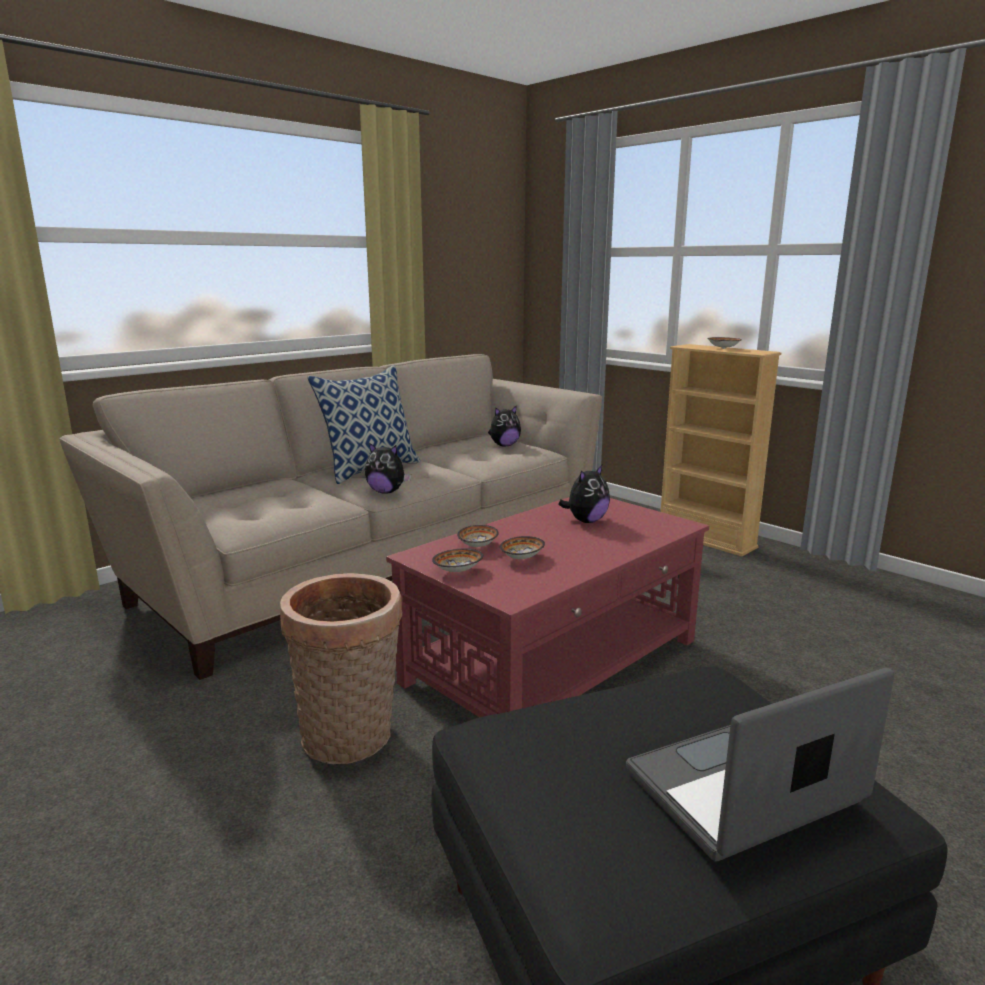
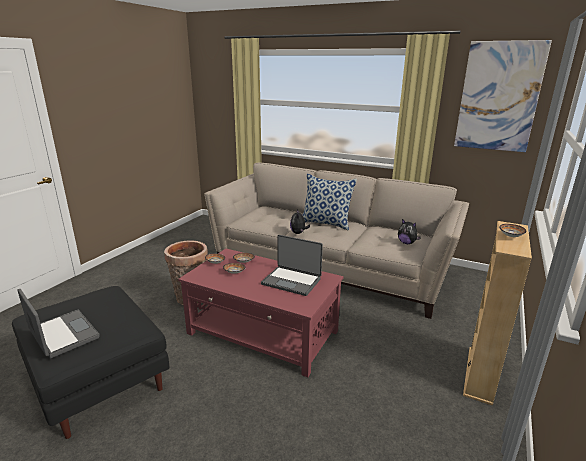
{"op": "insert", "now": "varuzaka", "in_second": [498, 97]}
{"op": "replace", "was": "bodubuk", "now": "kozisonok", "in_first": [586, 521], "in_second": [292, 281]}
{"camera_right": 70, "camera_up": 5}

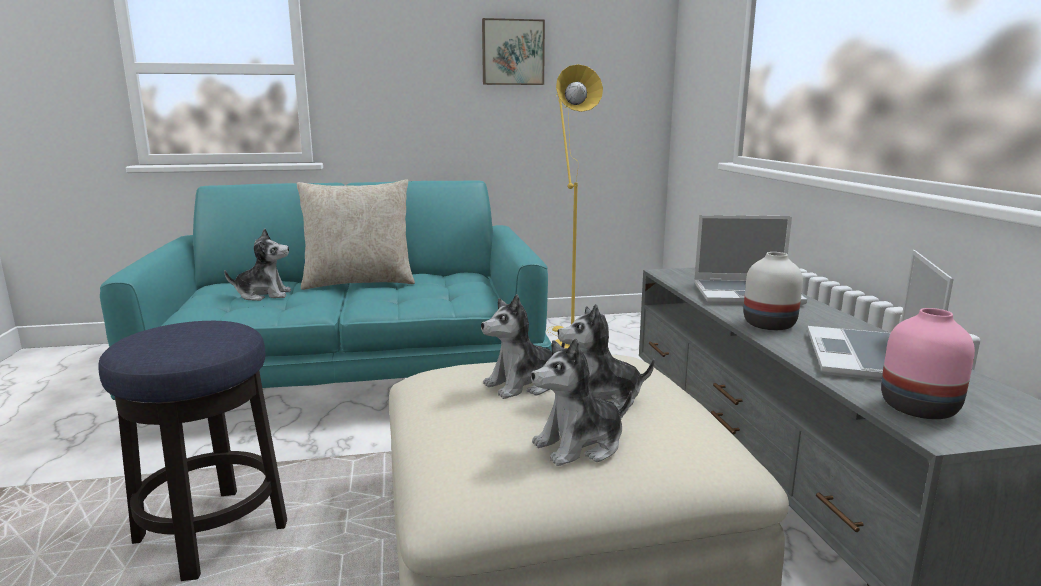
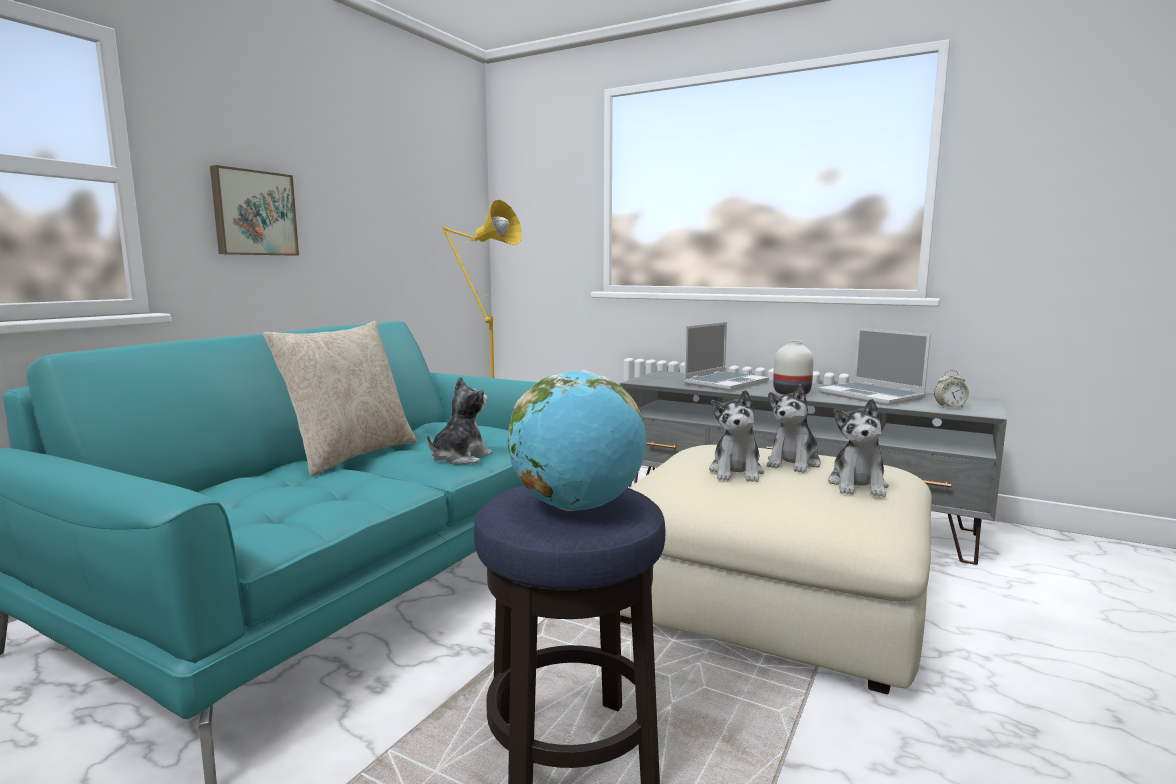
{"op": "insert", "now": "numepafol", "in_second": [577, 507]}
{"op": "move", "was": "bodubuk", "in_first": [263, 295], "in_second": [459, 458]}
{"op": "move", "was": "varuzaka", "in_first": [512, 52], "in_second": [253, 213]}
{"op": "replace", "was": "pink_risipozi", "now": "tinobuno", "in_first": [920, 408], "in_second": [949, 407]}
{"camera_right": -50, "camera_up": -5}

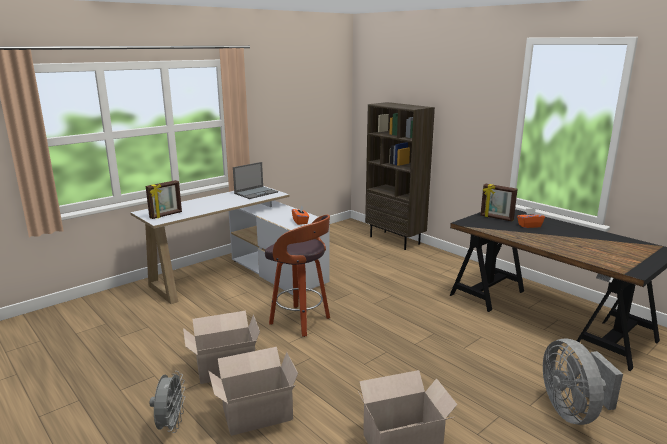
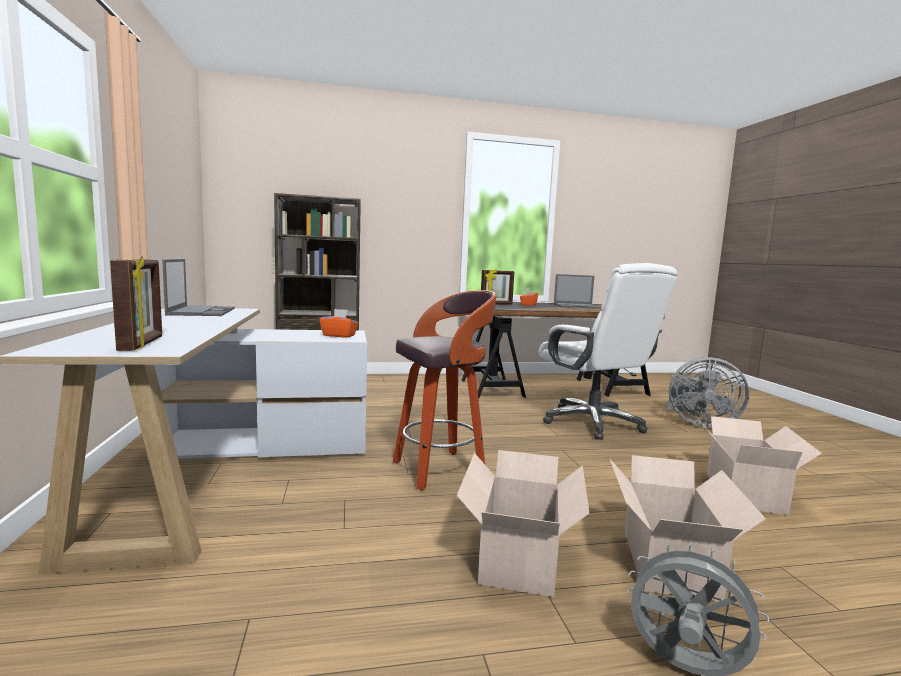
{"op": "insert", "now": "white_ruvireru", "in_second": [593, 423]}
{"op": "insert", "now": "kozisonok", "in_second": [577, 306]}
{"camera_right": -60, "camera_up": -10}

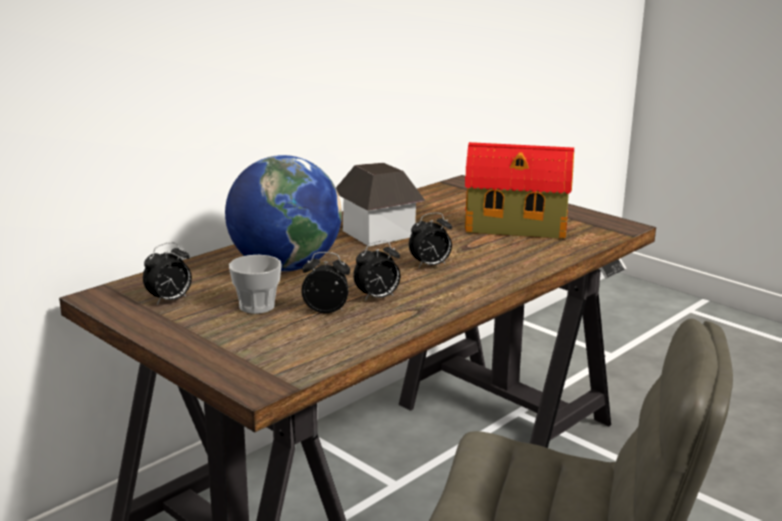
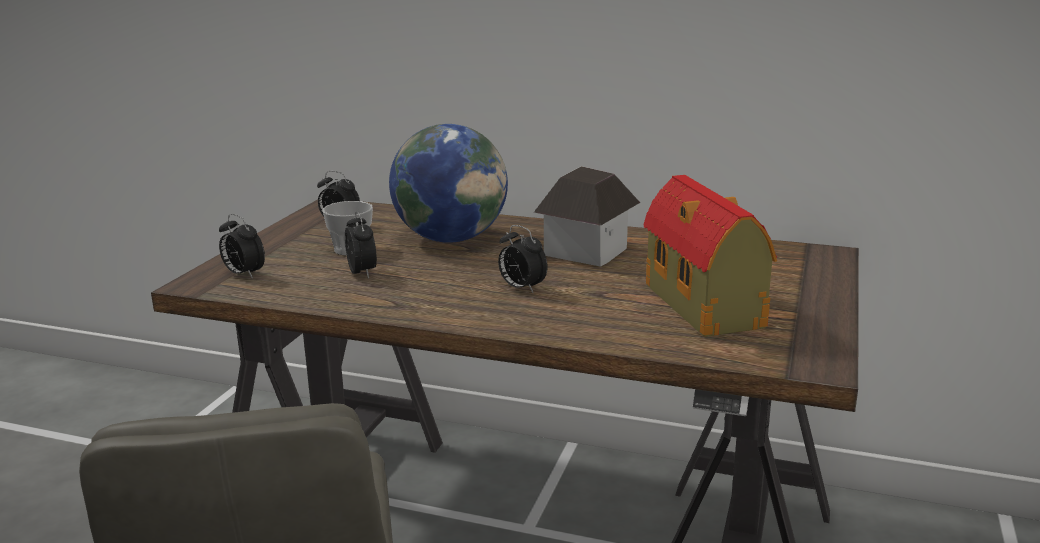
{"op": "move", "was": "tinobuno", "in_first": [377, 298], "in_second": [243, 274]}
{"camera_right": 65, "camera_up": 0}

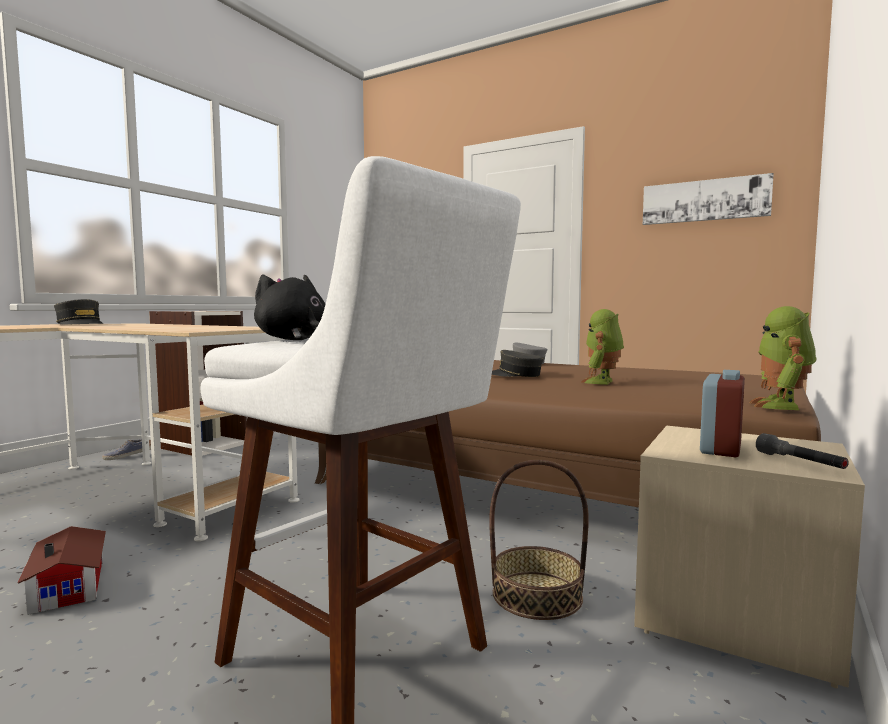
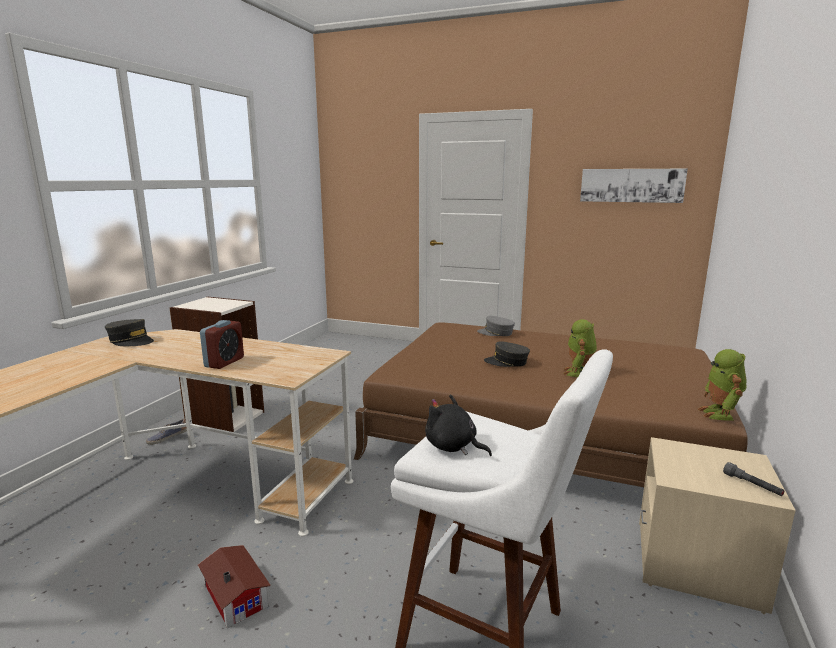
{"op": "delete", "was": "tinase", "in_first": [537, 595]}
{"op": "move", "was": "tinobuno", "in_first": [721, 448], "in_second": [224, 362]}
{"camera_right": -10, "camera_up": 10}

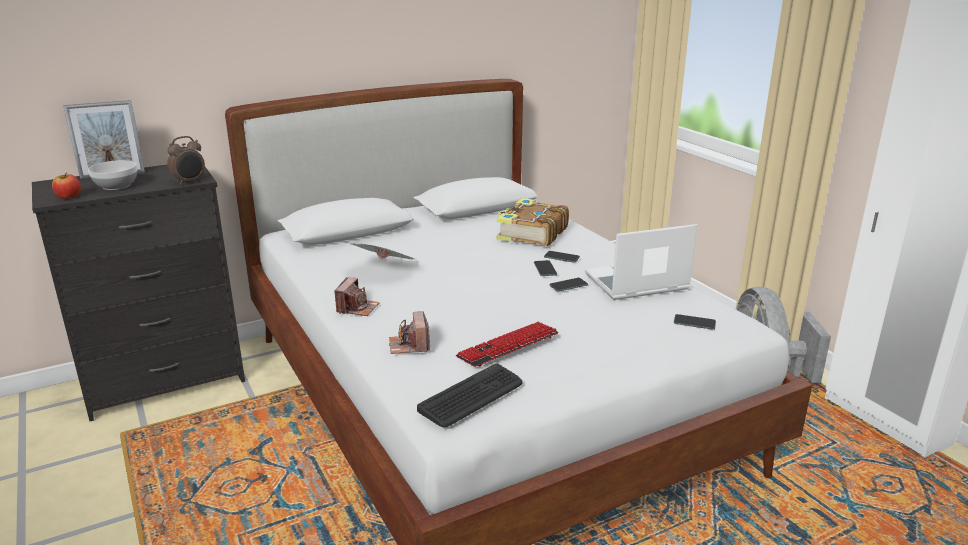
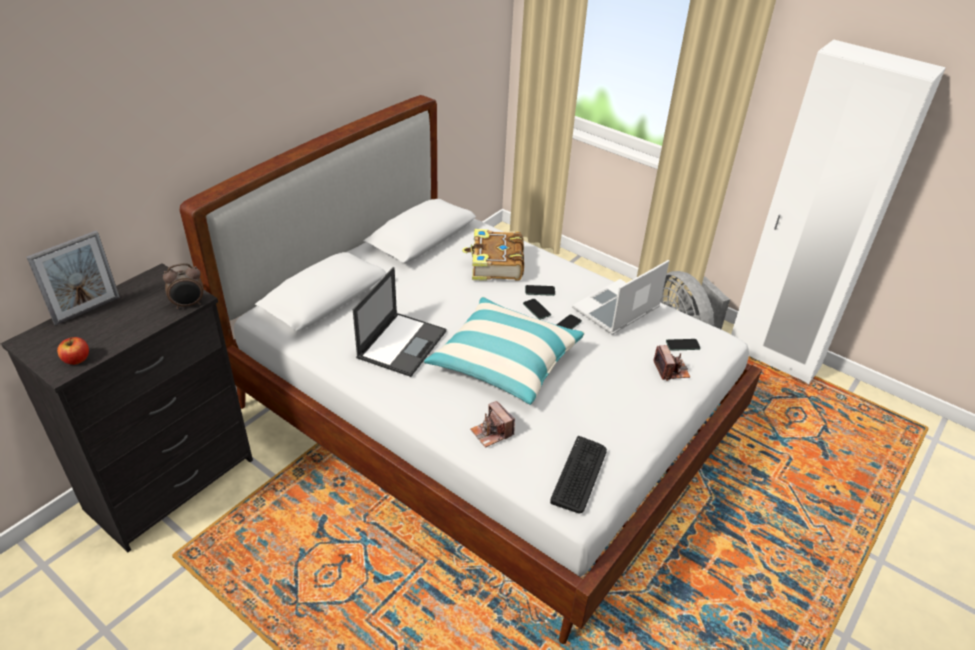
{"op": "delete", "was": "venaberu", "in_first": [117, 186]}
{"op": "delete", "was": "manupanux", "in_first": [508, 346]}
{"op": "insert", "now": "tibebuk", "in_second": [505, 361]}
{"op": "move", "was": "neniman", "in_first": [357, 308], "in_second": [671, 370]}
{"op": "replace", "was": "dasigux", "now": "kozisonok", "in_first": [386, 270], "in_second": [402, 343]}
{"op": "rotate", "was": "tinobuno", "in_first": [189, 182], "in_second": [189, 304], "clockwise": 45}
{"camera_right": -25, "camera_up": 15}

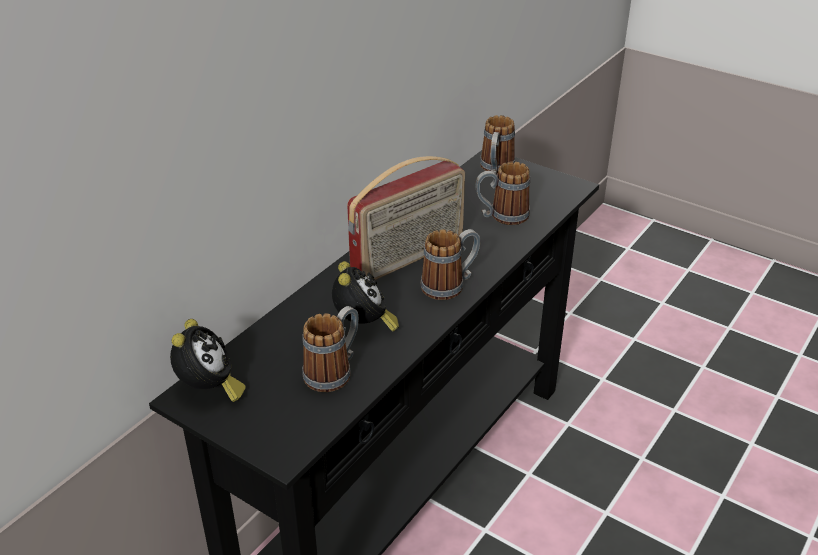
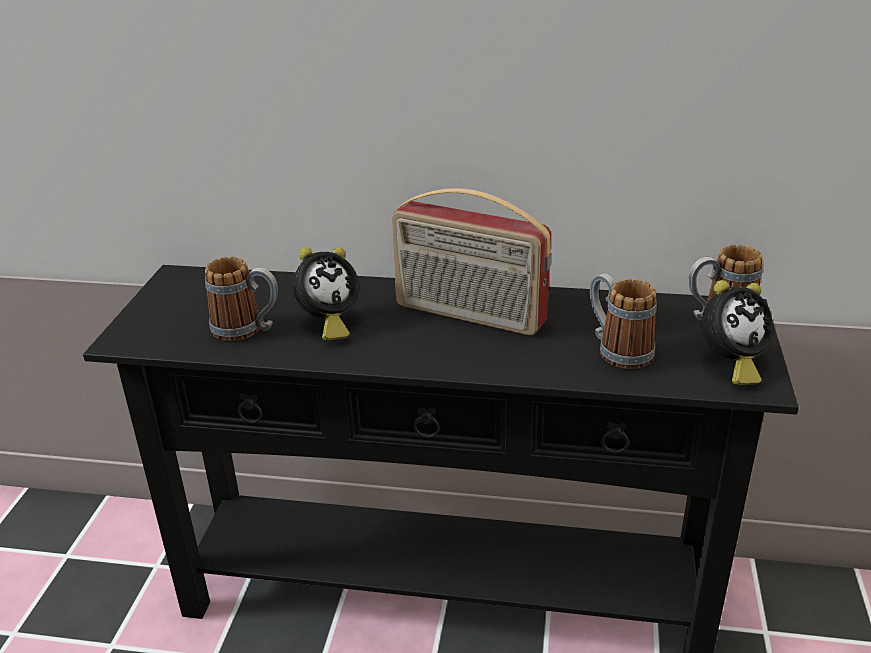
{"op": "delete", "was": "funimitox", "in_first": [450, 285]}
{"op": "move", "was": "tinobuno", "in_first": [209, 390], "in_second": [729, 365]}
{"camera_right": 65, "camera_up": -5}

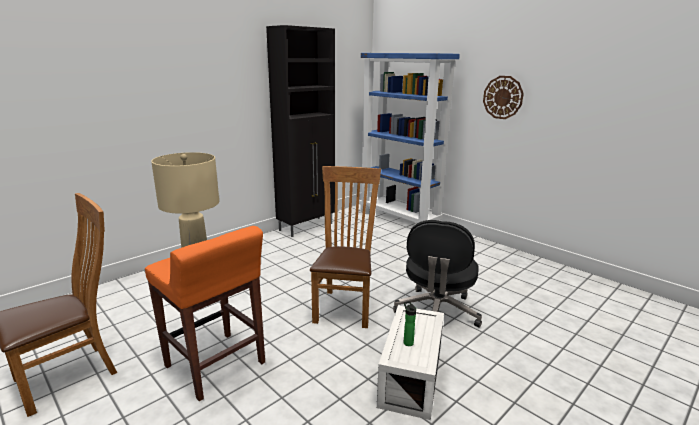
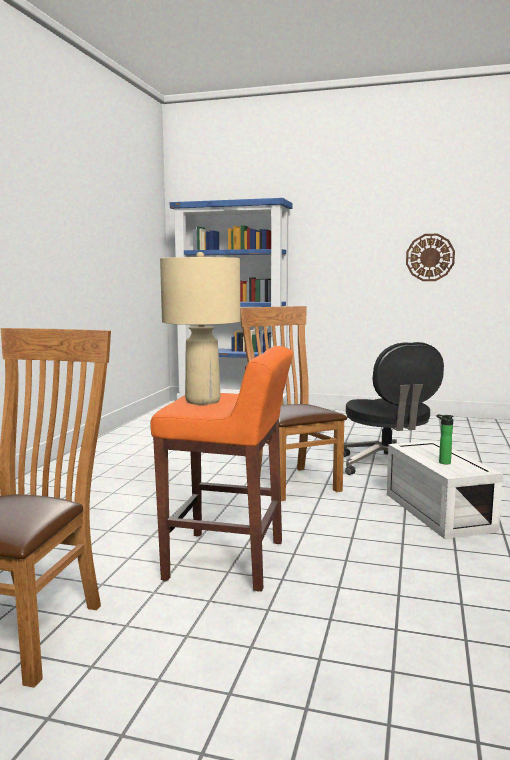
{"op": "delete", "was": "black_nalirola", "in_first": [307, 227]}
{"op": "move", "was": "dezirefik", "in_first": [503, 97], "in_second": [430, 257]}
{"camera_right": -30, "camera_up": -10}

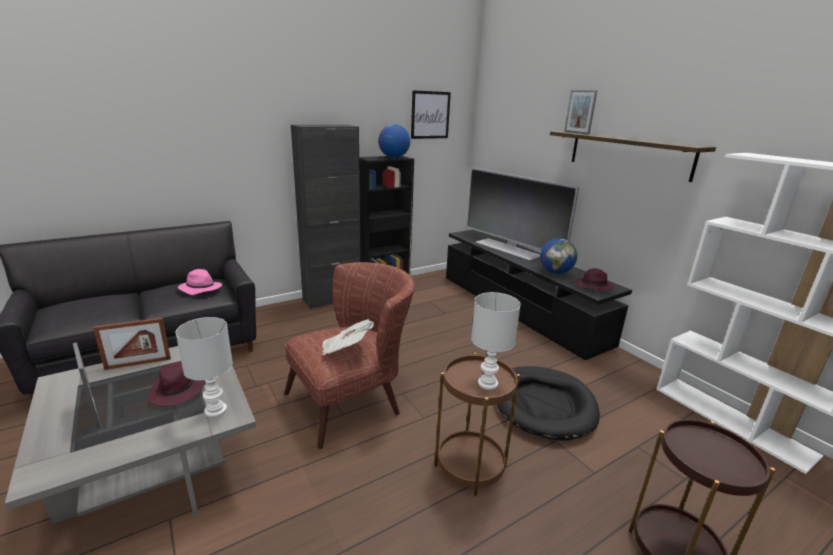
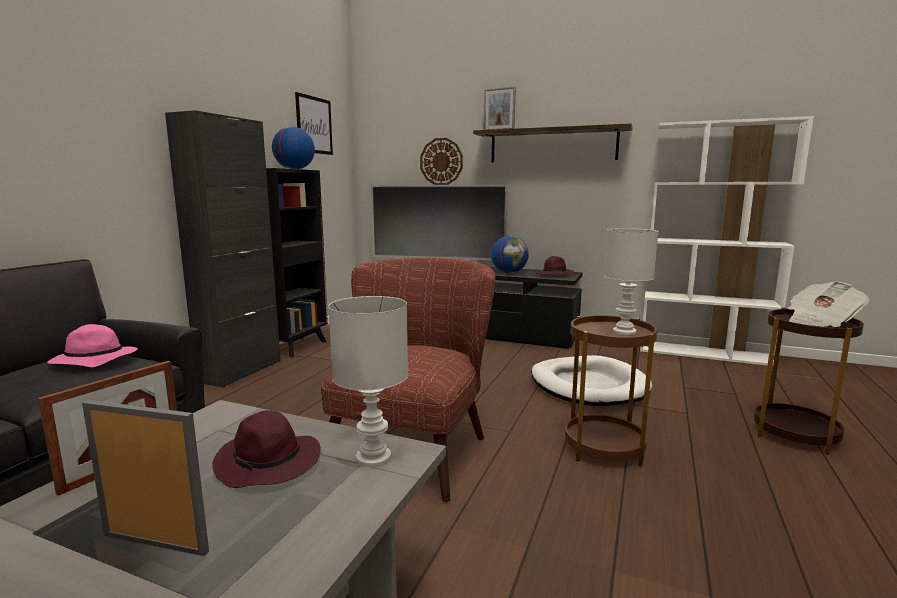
{"op": "insert", "now": "dezirefik", "in_second": [441, 162]}
{"op": "move", "was": "dasigux", "in_first": [346, 349], "in_second": [820, 322]}
{"op": "recolor", "was": "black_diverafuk", "now": "white_diverafuk", "in_first": [544, 405], "in_second": [588, 385]}
{"camera_right": -35, "camera_up": -10}

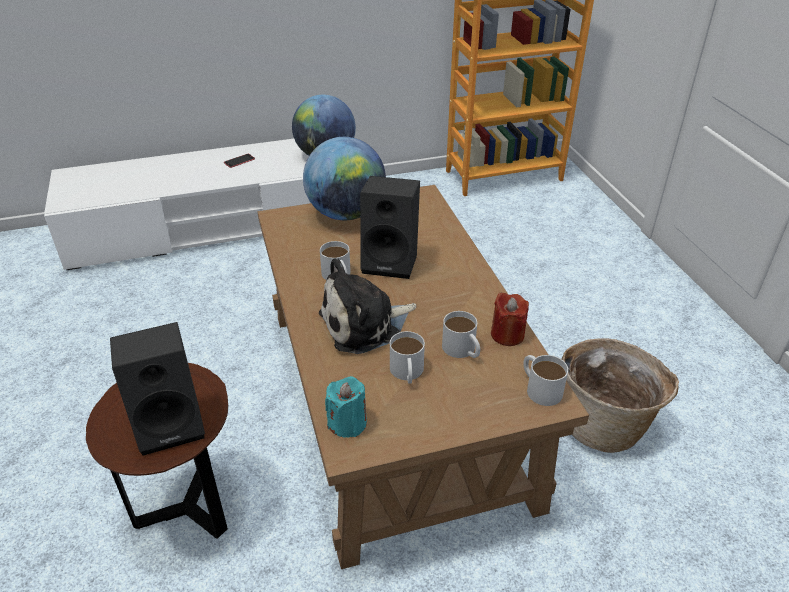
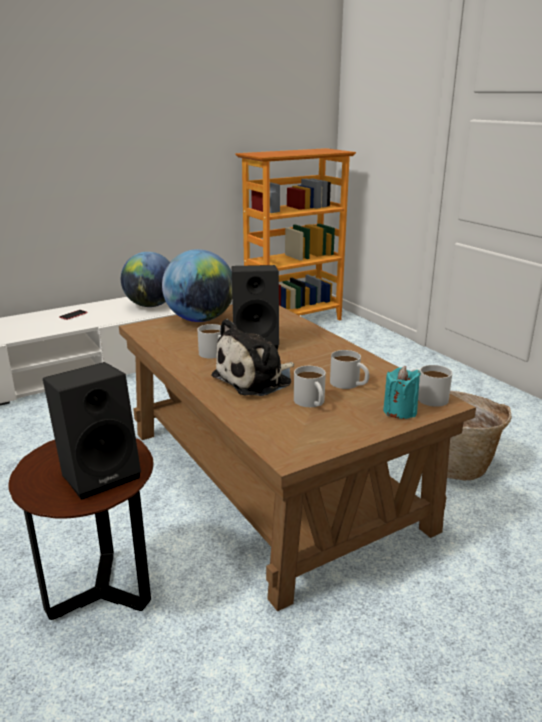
{"op": "delete", "was": "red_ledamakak", "in_first": [507, 335]}
{"op": "move", "was": "turquoise_ledamakak", "in_first": [347, 423], "in_second": [400, 411]}
{"camera_right": -15, "camera_up": -15}

